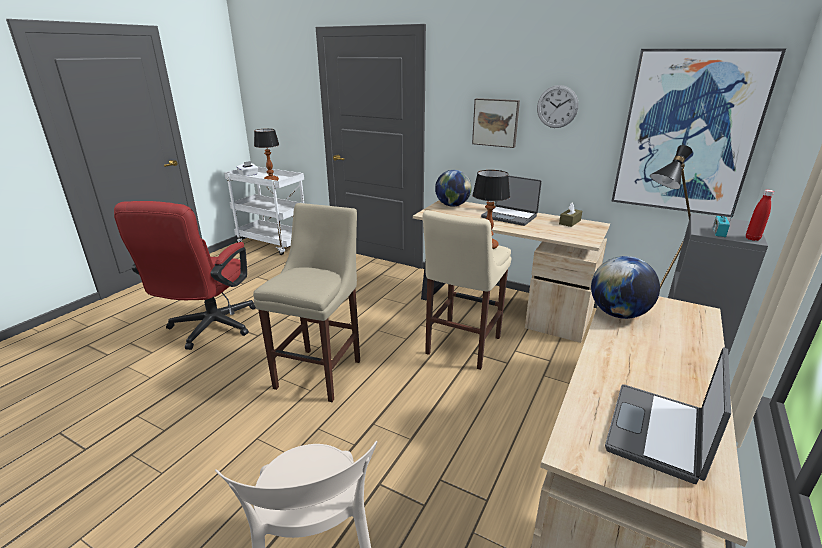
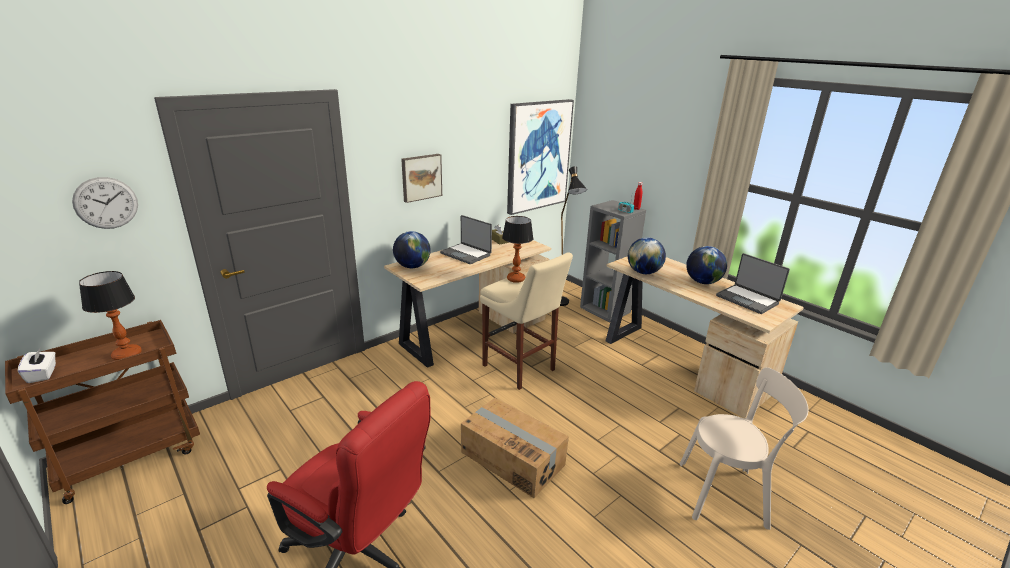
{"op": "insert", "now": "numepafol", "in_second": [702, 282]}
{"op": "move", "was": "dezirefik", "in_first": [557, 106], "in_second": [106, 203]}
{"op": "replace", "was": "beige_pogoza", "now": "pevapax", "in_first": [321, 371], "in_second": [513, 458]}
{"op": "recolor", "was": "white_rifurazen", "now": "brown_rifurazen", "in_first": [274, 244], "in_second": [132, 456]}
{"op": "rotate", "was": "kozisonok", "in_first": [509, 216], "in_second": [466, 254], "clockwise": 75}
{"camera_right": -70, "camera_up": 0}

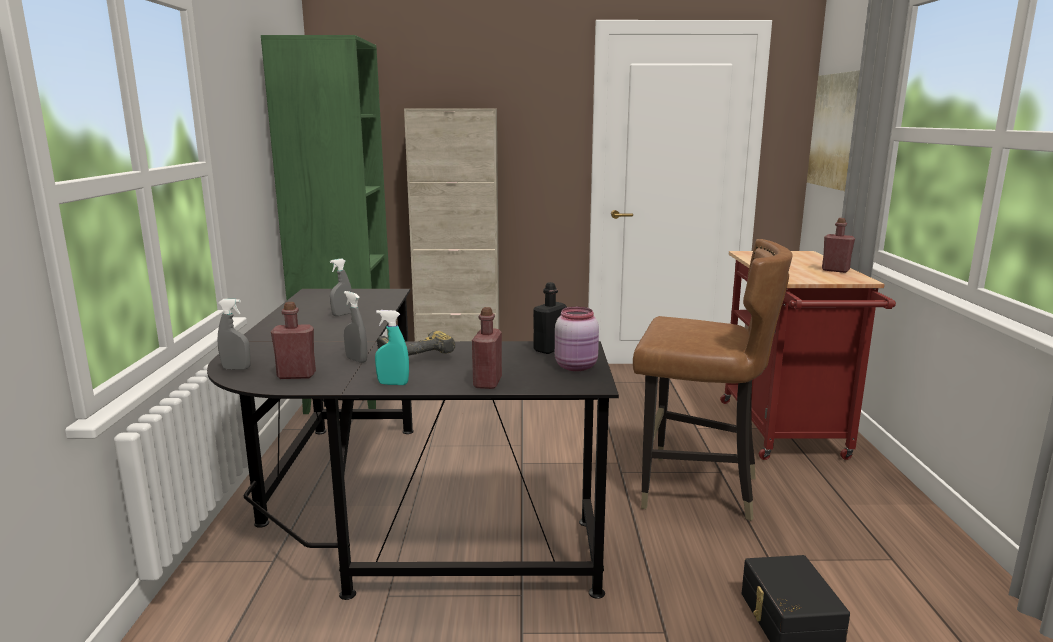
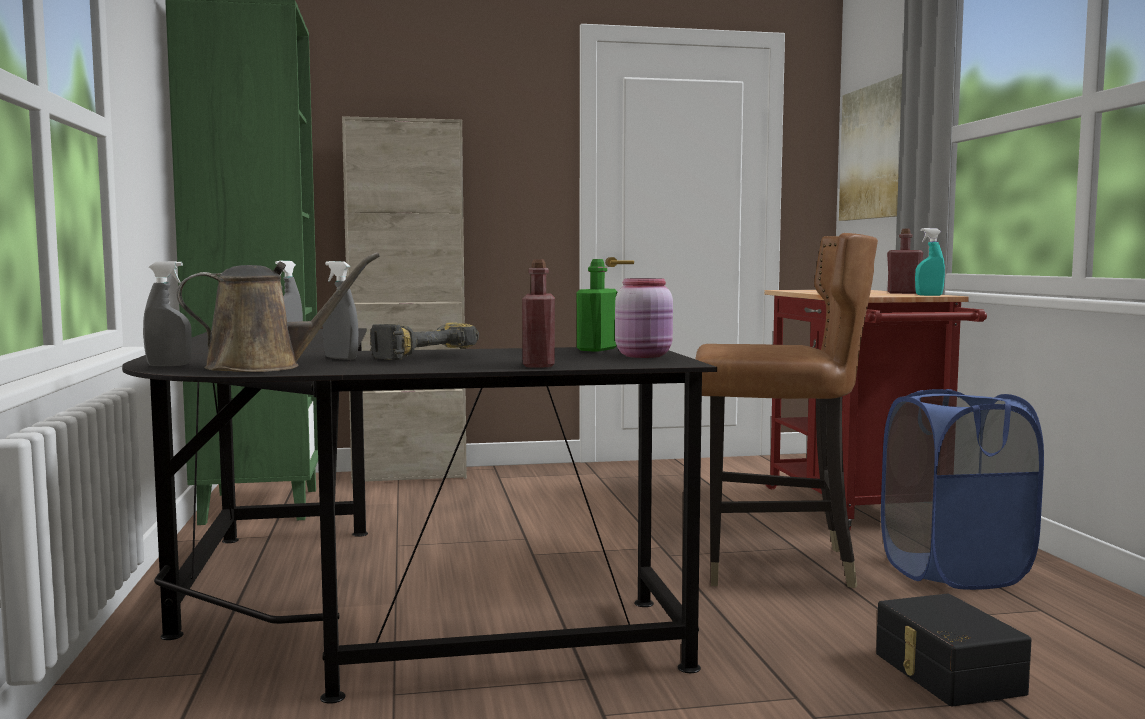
{"op": "insert", "now": "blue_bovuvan", "in_second": [954, 571]}
{"op": "move", "was": "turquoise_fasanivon", "in_first": [393, 384], "in_second": [929, 295]}
{"op": "replace", "was": "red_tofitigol", "now": "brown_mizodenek", "in_first": [296, 375], "in_second": [264, 367]}
{"op": "recolor", "was": "black_tofitigol", "now": "green_tofitigol", "in_first": [549, 349], "in_second": [597, 349]}
{"camera_right": -10, "camera_up": -10}

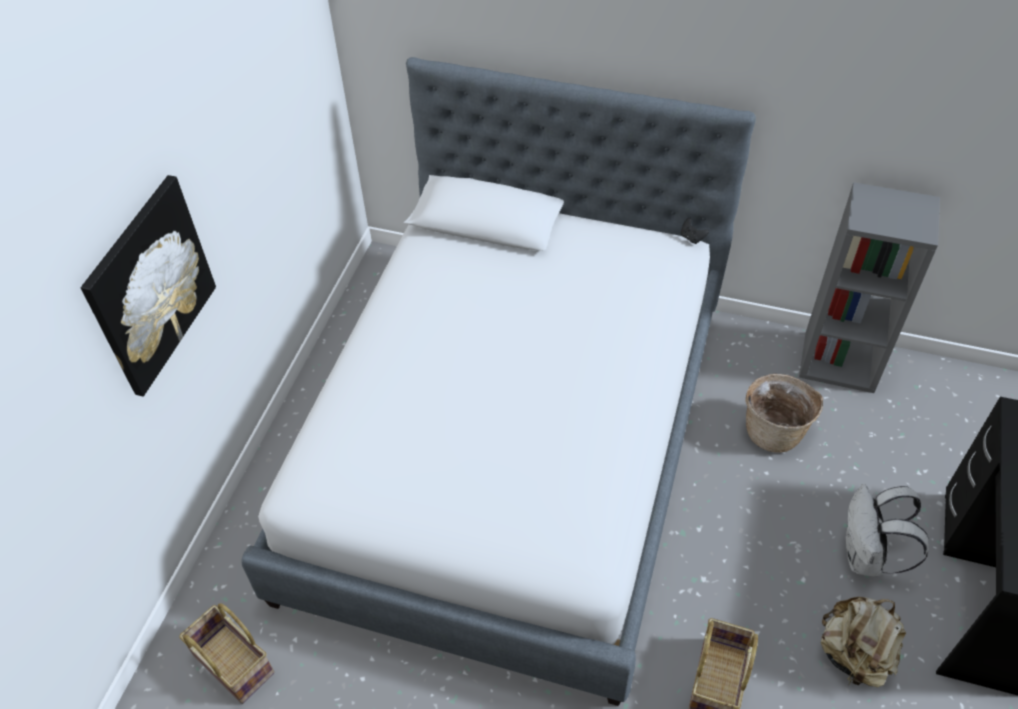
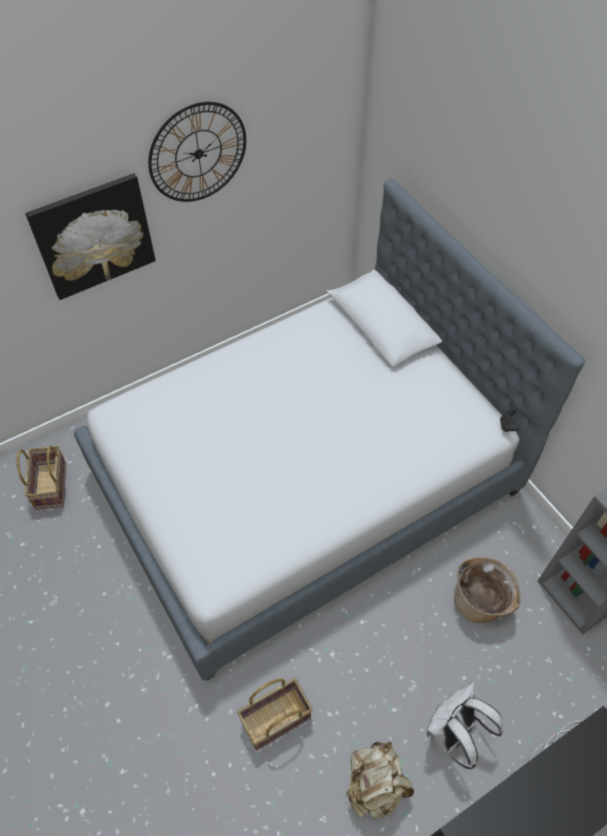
{"op": "insert", "now": "dezirefik", "in_second": [198, 153]}
{"camera_right": 40, "camera_up": 5}

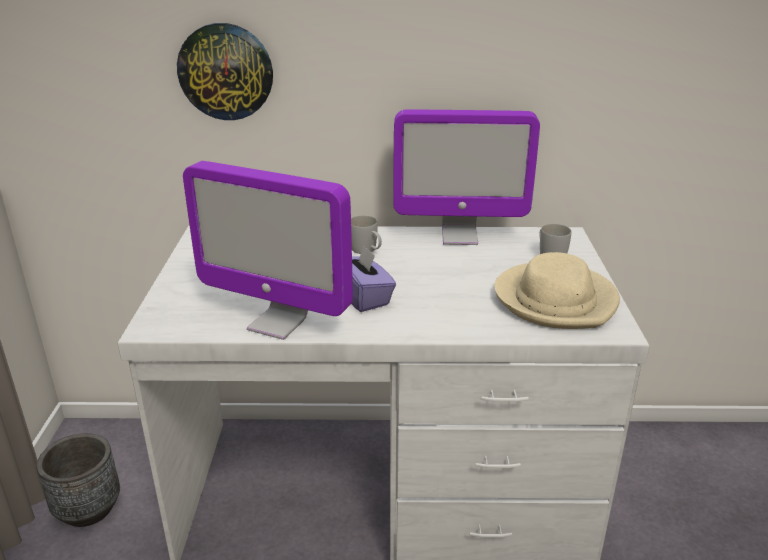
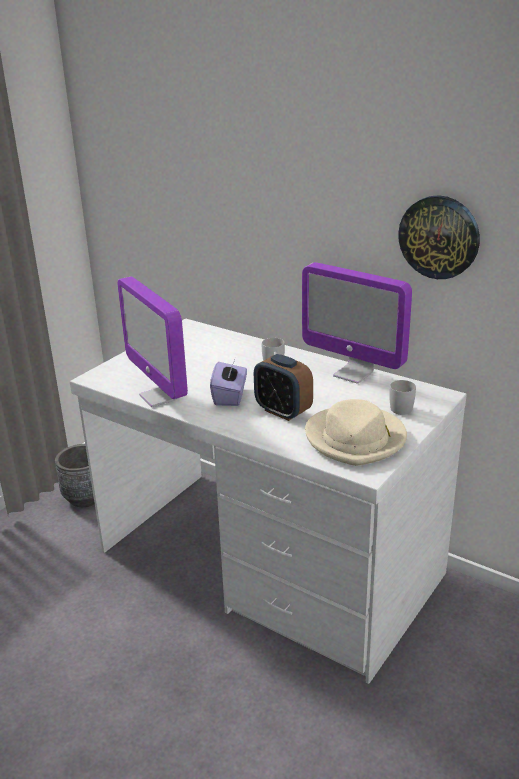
{"op": "insert", "now": "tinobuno", "in_second": [283, 411]}
{"op": "move", "was": "dezirefik", "in_first": [226, 72], "in_second": [439, 237]}
{"camera_right": 35, "camera_up": 0}

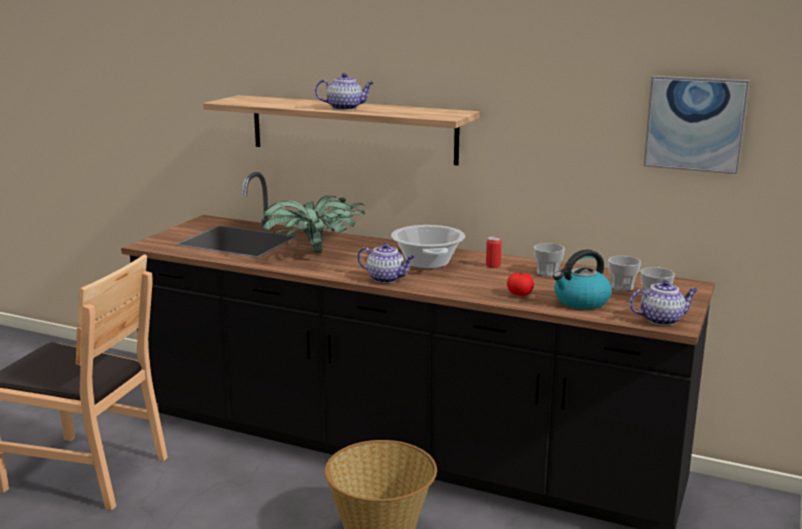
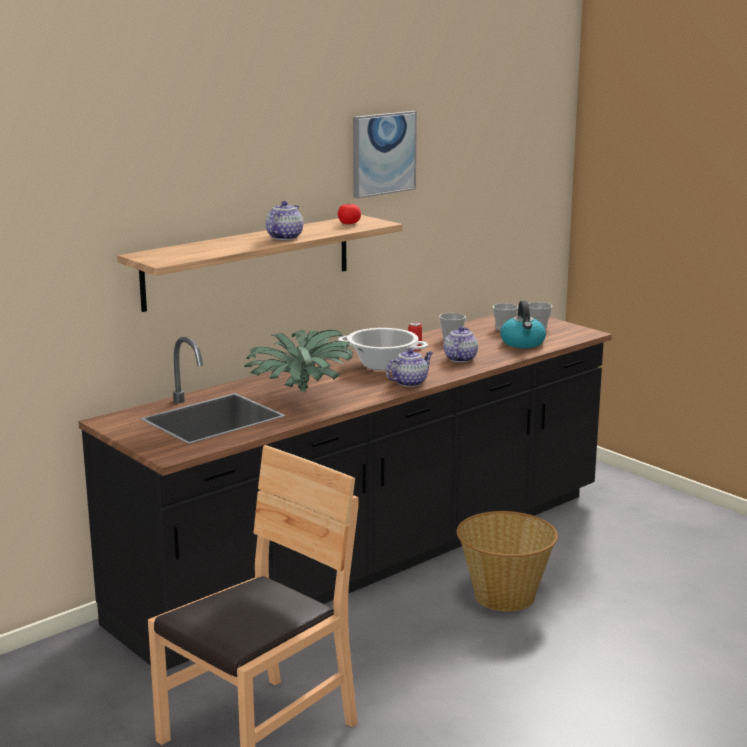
{"op": "move", "was": "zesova", "in_first": [519, 294], "in_second": [349, 223]}
{"op": "move", "was": "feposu", "in_first": [662, 320], "in_second": [460, 358]}
{"op": "move", "was": "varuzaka", "in_first": [695, 124], "in_second": [383, 153]}
{"camera_right": -65, "camera_up": 0}

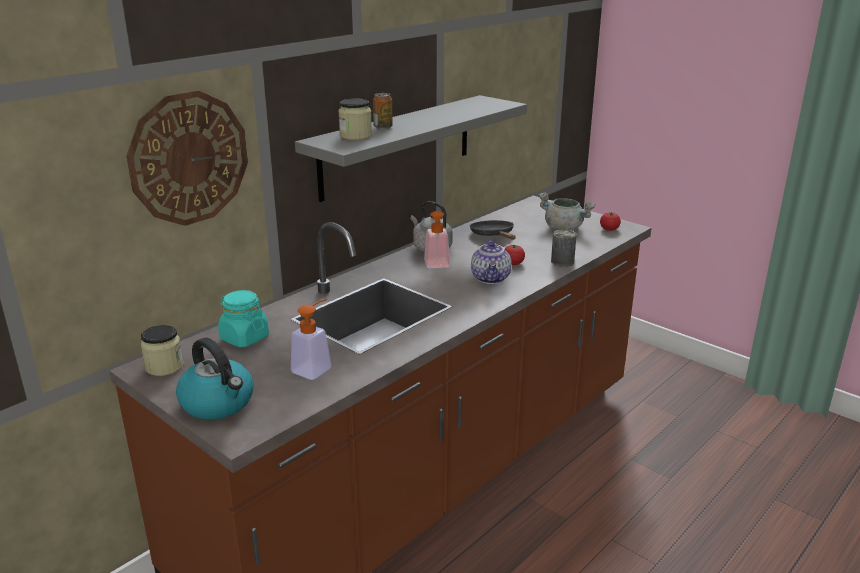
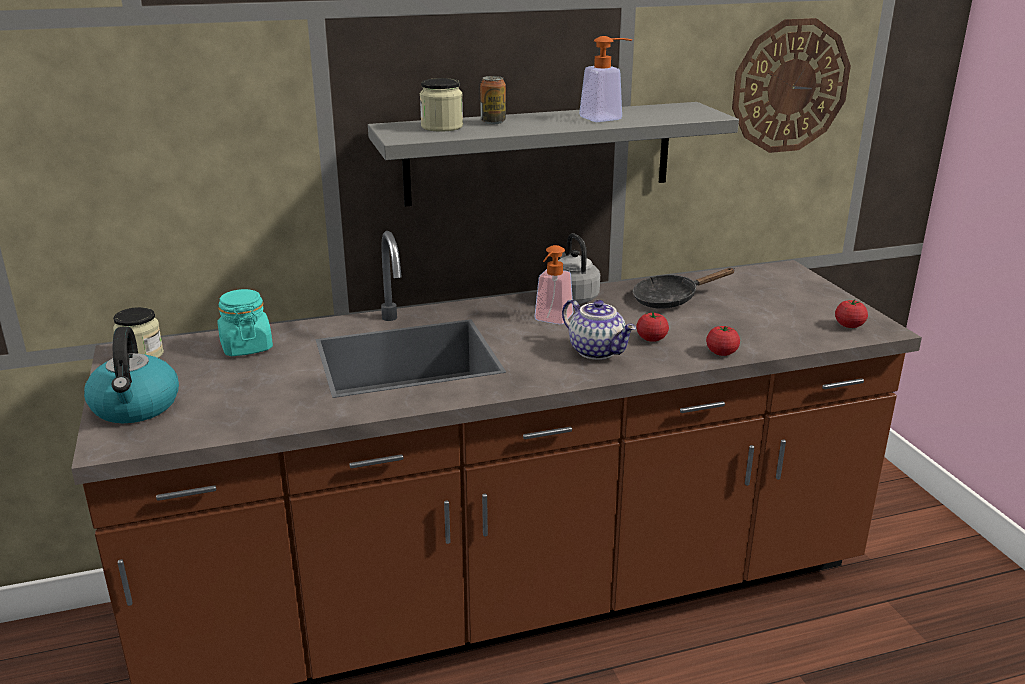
{"op": "delete", "was": "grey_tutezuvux", "in_first": [564, 228]}
{"op": "move", "was": "dezirefik", "in_first": [189, 158], "in_second": [790, 86]}
{"op": "move", "was": "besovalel", "in_first": [316, 367], "in_second": [607, 118]}
{"op": "replace", "was": "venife", "now": "zesova", "in_first": [562, 262], "in_second": [721, 353]}
{"op": "rotate", "was": "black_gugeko", "in_first": [493, 236], "in_second": [670, 299], "clockwise": -120}
{"op": "rotate", "was": "feposu", "in_first": [491, 279], "in_second": [598, 351], "clockwise": -75}
{"camera_right": 30, "camera_up": 0}

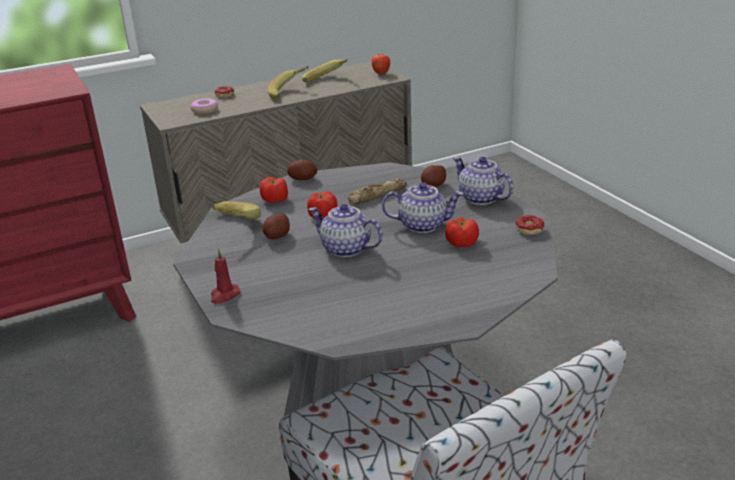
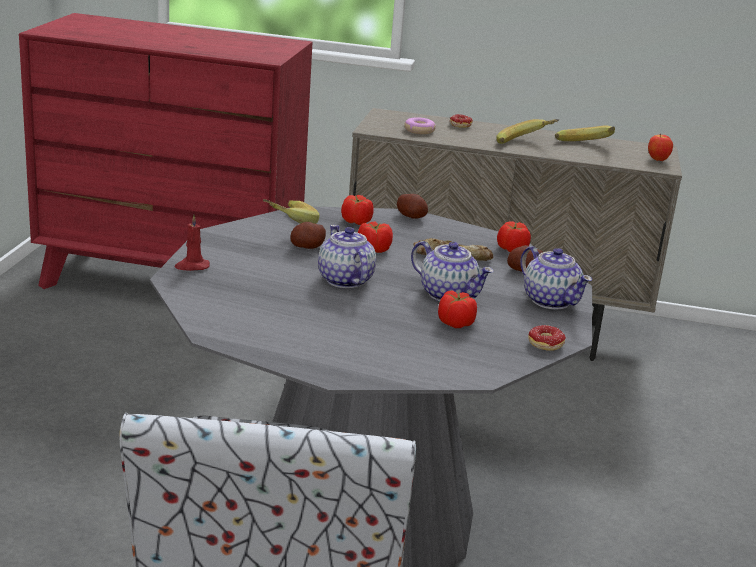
{"op": "insert", "now": "zesova", "in_second": [512, 249]}
{"op": "rotate", "was": "feposu", "in_first": [481, 198], "in_second": [550, 300], "clockwise": 150}
{"camera_right": 35, "camera_up": -5}

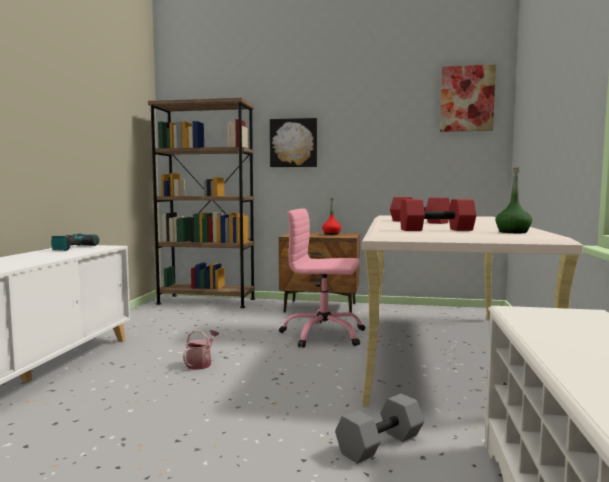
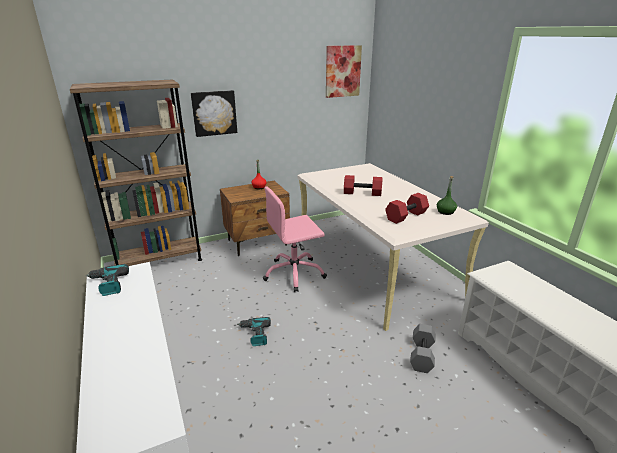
{"op": "replace", "was": "mizodenek", "now": "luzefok", "in_first": [201, 363], "in_second": [255, 334]}
{"camera_right": -35, "camera_up": 20}

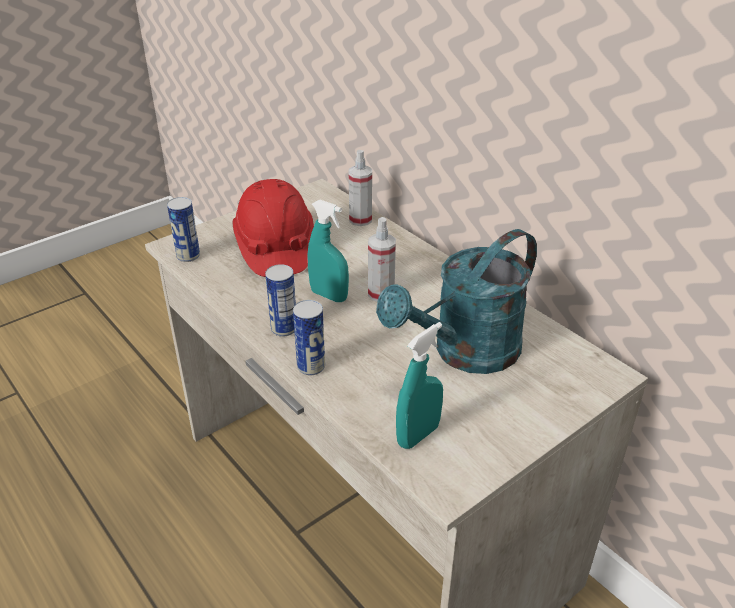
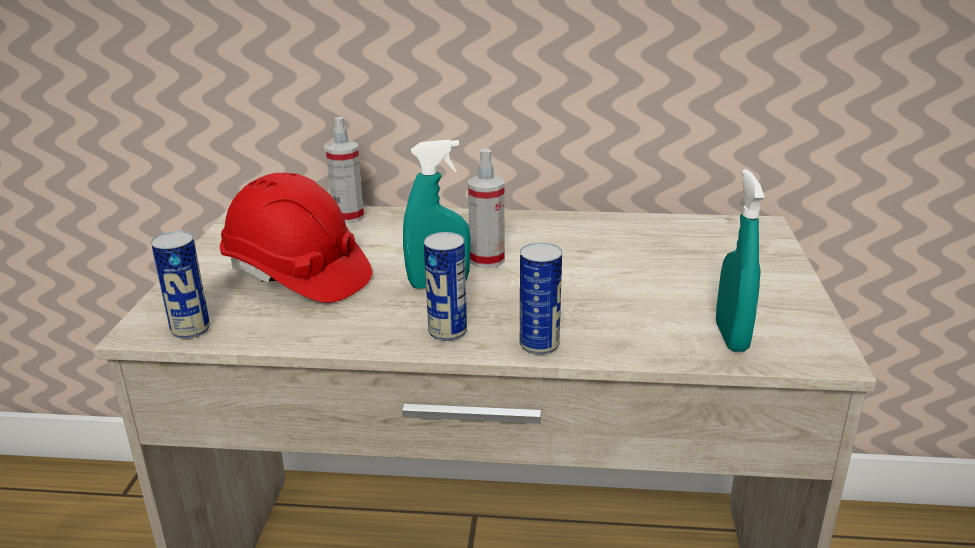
{"op": "delete", "was": "turquoise_mizodenek", "in_first": [465, 353]}
{"camera_right": -45, "camera_up": -10}

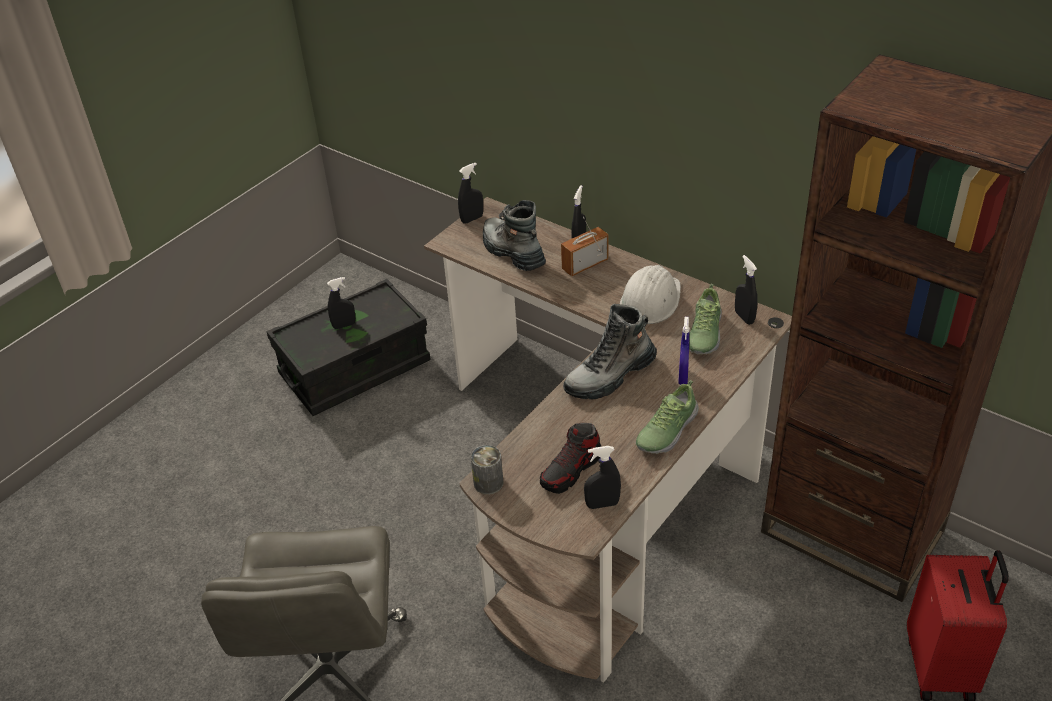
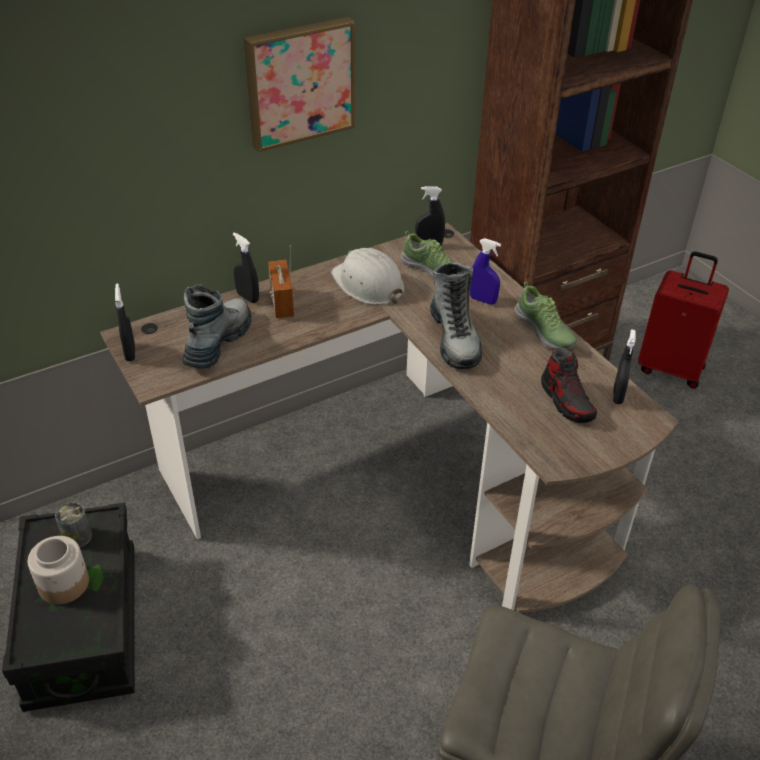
{"op": "insert", "now": "varuzaka", "in_second": [299, 82]}
{"op": "move", "was": "venife", "in_first": [488, 483], "in_second": [77, 537]}
{"op": "replace", "was": "black_fasanivon", "now": "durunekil", "in_first": [344, 325], "in_second": [64, 583]}
{"op": "rotate", "was": "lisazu", "in_first": [512, 252], "in_second": [218, 342], "clockwise": 120}
{"camera_right": -70, "camera_up": 0}

